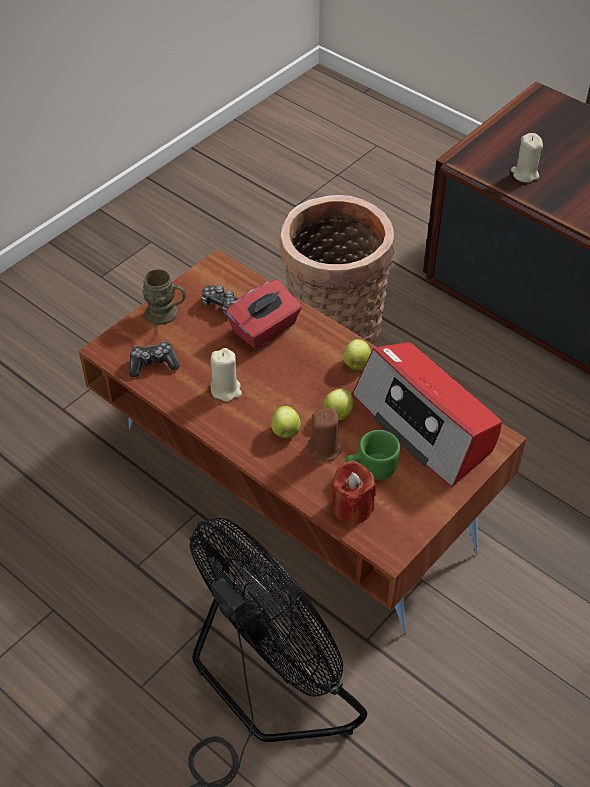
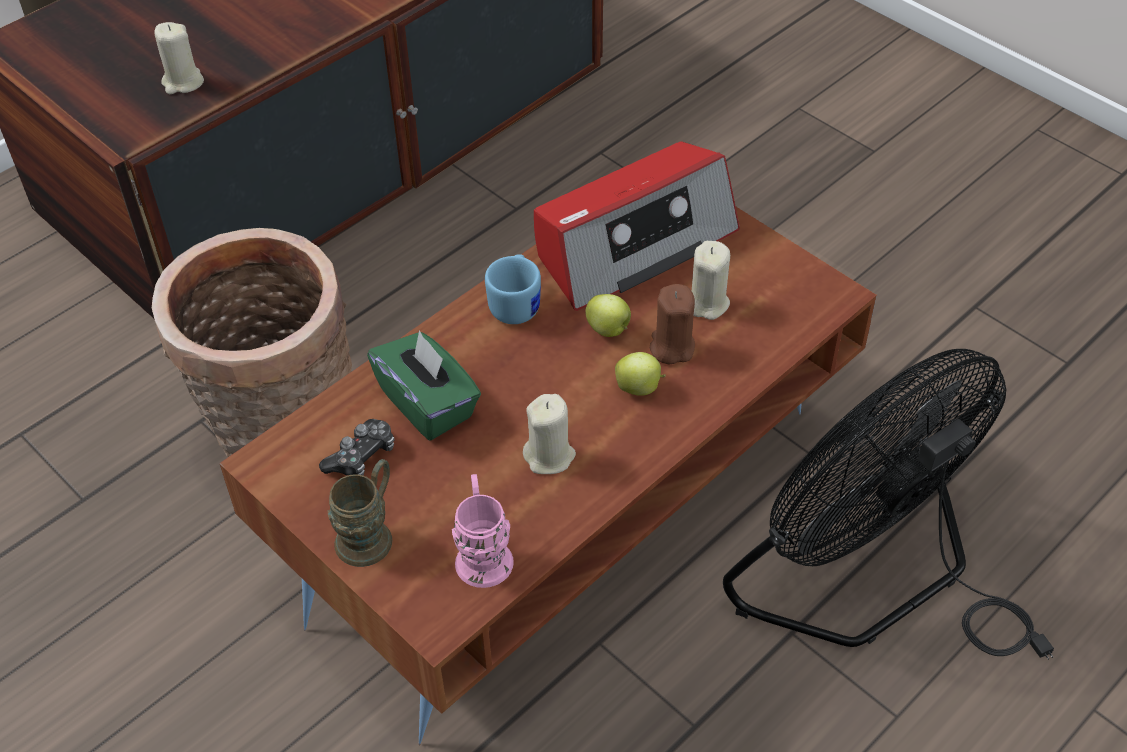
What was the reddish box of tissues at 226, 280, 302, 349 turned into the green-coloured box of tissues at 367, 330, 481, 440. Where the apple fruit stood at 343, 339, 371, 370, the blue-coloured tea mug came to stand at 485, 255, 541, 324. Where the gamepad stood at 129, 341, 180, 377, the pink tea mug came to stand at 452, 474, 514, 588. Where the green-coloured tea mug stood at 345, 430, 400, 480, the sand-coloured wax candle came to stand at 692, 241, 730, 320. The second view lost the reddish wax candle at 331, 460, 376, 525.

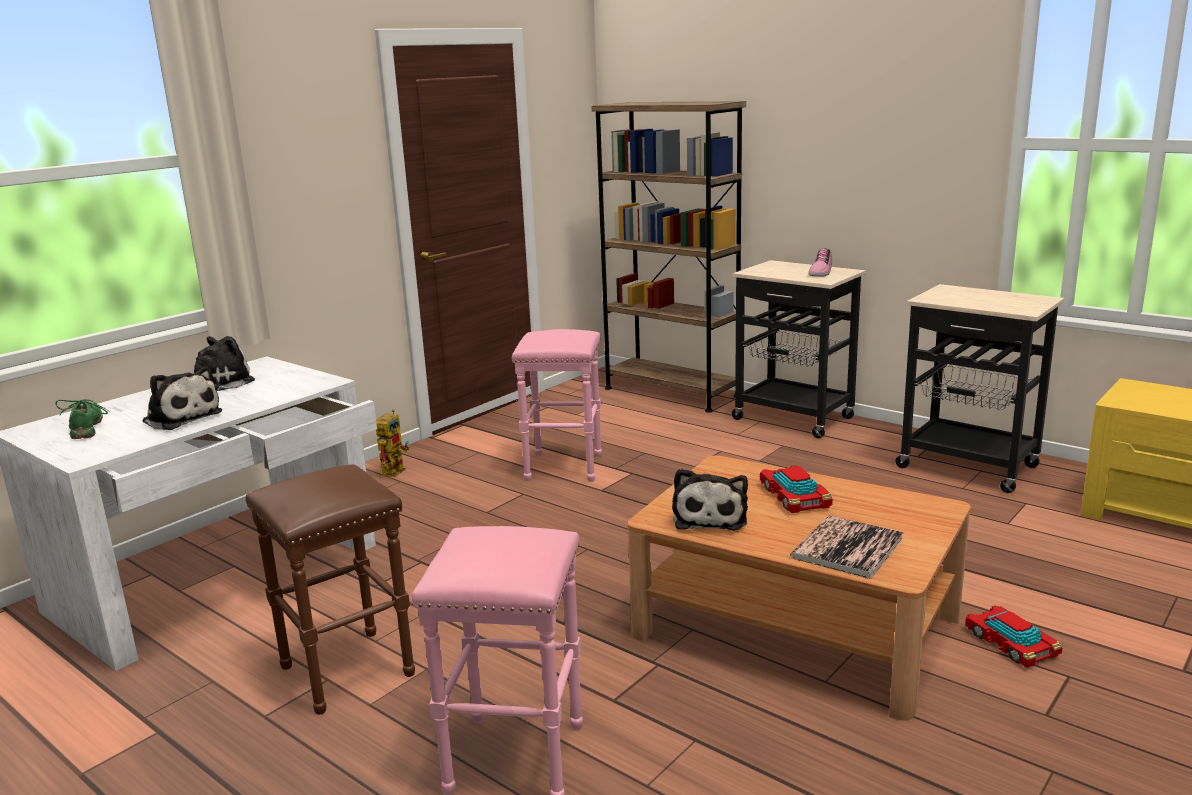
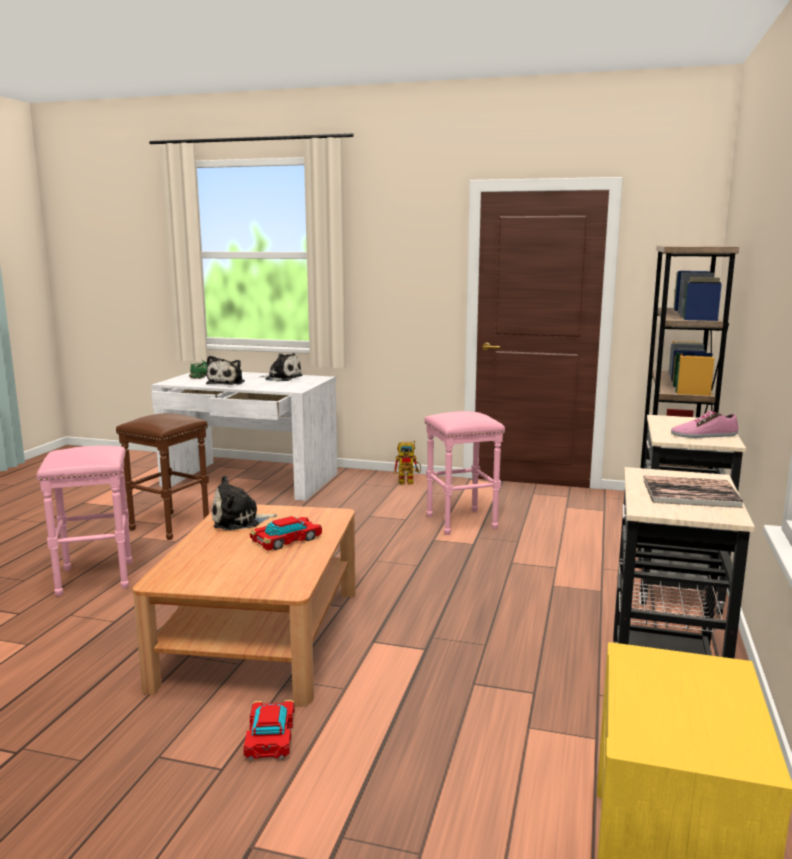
The bound book ended up elsewhere, having gone from 790, 515, 904, 579 to 643, 476, 744, 508. The model car at 965, 605, 1062, 668 ended up facing another way, 135 degrees clockwise from before.

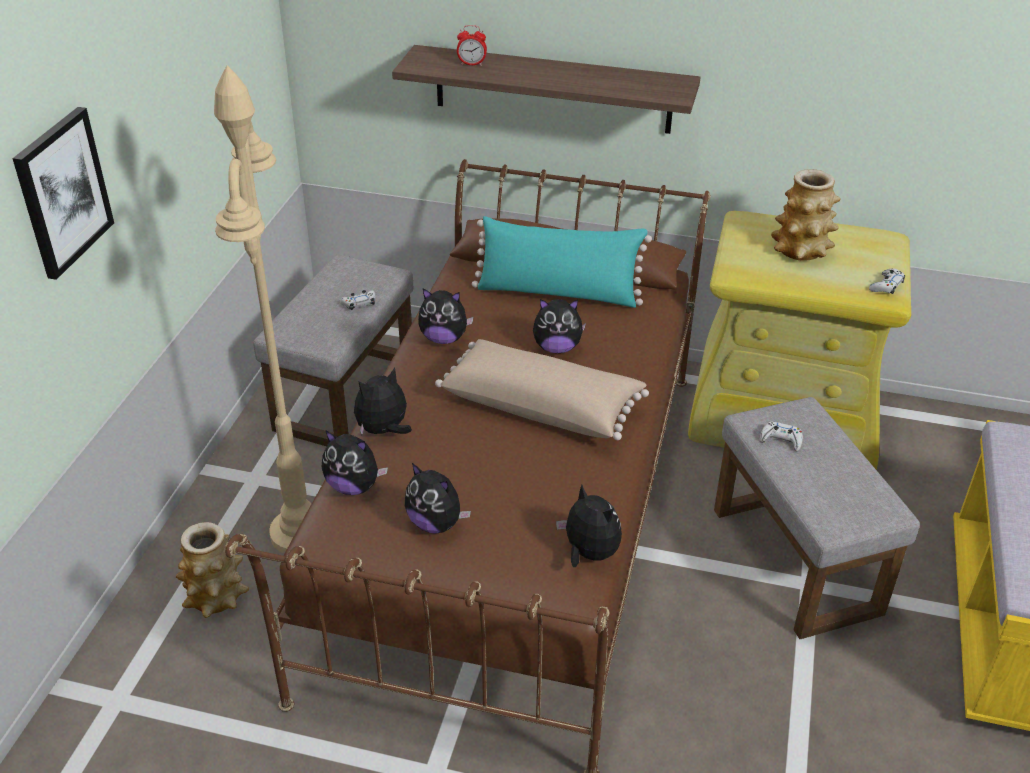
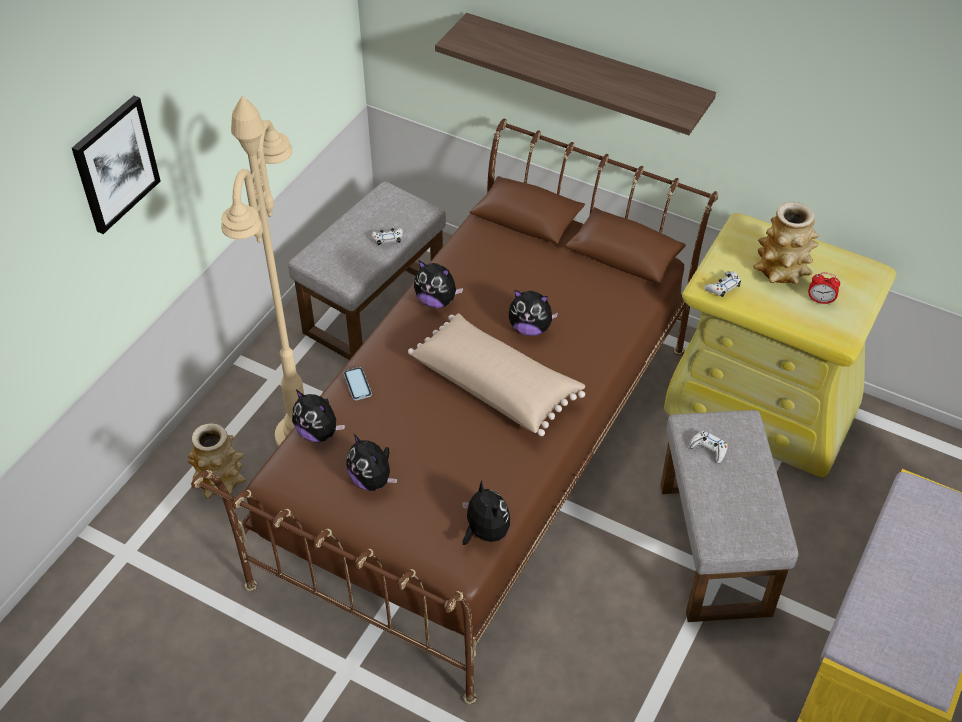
The table clock ended up elsewhere, having gone from 457, 25, 487, 66 to 808, 272, 840, 305. The second view lost the blue-green cushion at 472, 216, 652, 308. The white-coloured gamepad ended up elsewhere, having gone from 869, 268, 905, 294 to 704, 271, 741, 297. Where the plush toy stood at 354, 368, 412, 435, the telephone came to stand at 344, 367, 372, 401.

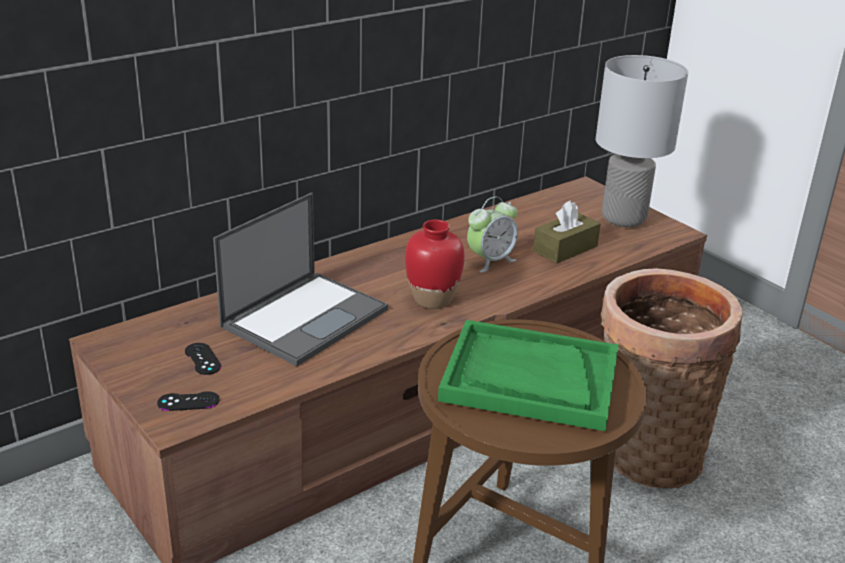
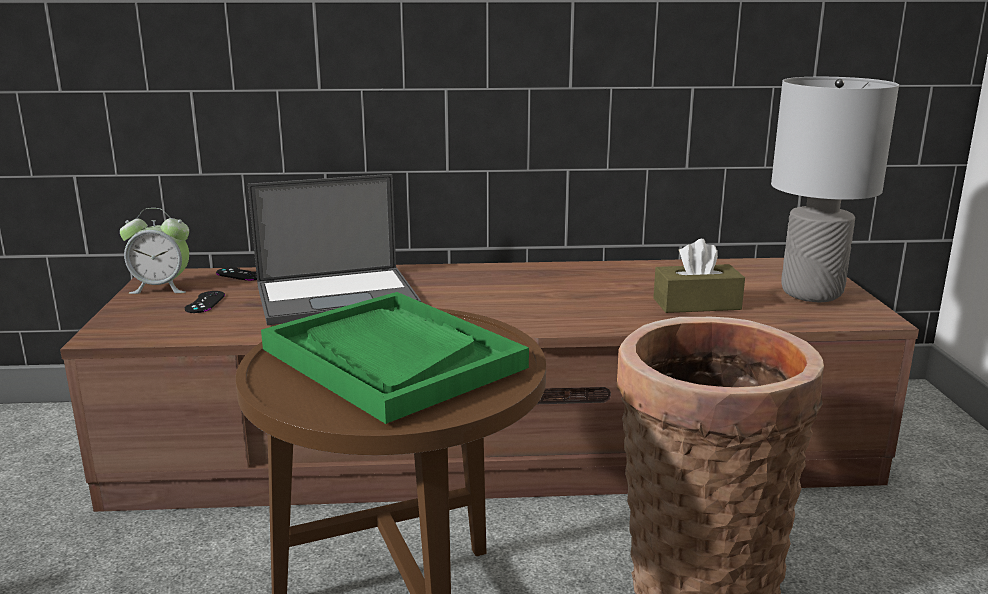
The table clock ended up elsewhere, having gone from 467, 197, 518, 272 to 120, 208, 189, 294. The second view lost the reddish decorative vase at 405, 220, 465, 309. The black gamepad ended up elsewhere, having gone from 157, 391, 220, 411 to 216, 267, 257, 281.

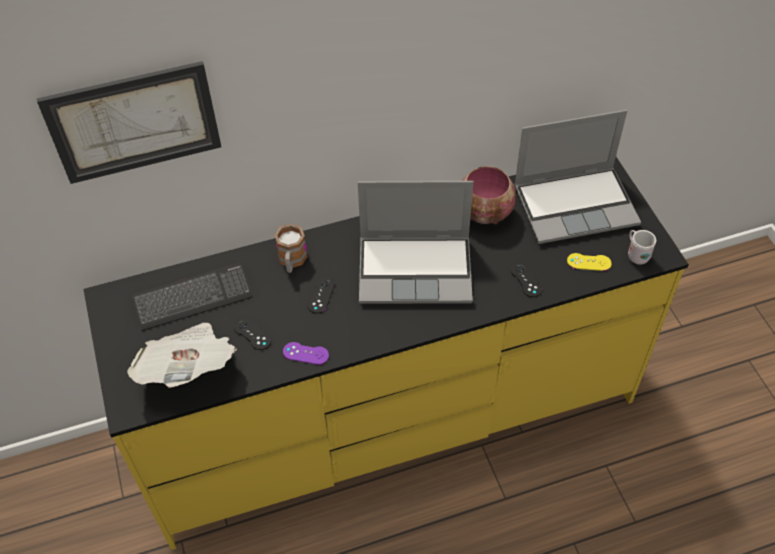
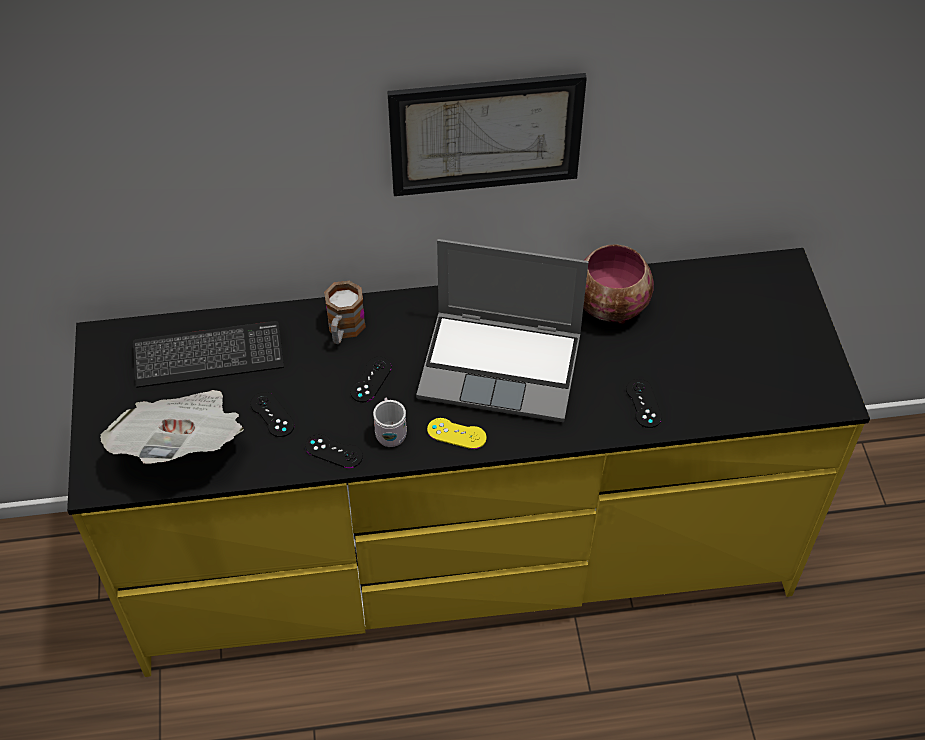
The picture ended up elsewhere, having gone from 37, 61, 221, 184 to 387, 73, 587, 196. The second view lost the laptop at 514, 110, 641, 244. The white-coloured tea mug ended up elsewhere, having gone from 628, 230, 656, 264 to 373, 397, 407, 447. The yellow gamepad ended up elsewhere, having gone from 567, 253, 612, 271 to 427, 418, 487, 449. What was the purple gamepad at 283, 342, 329, 365 turned into the black gamepad at 305, 434, 363, 468.

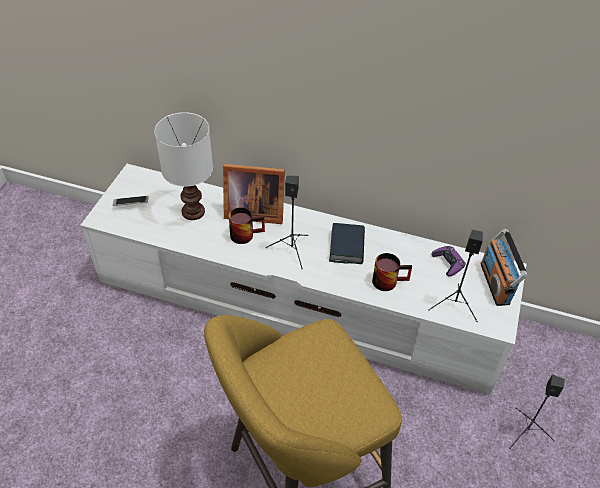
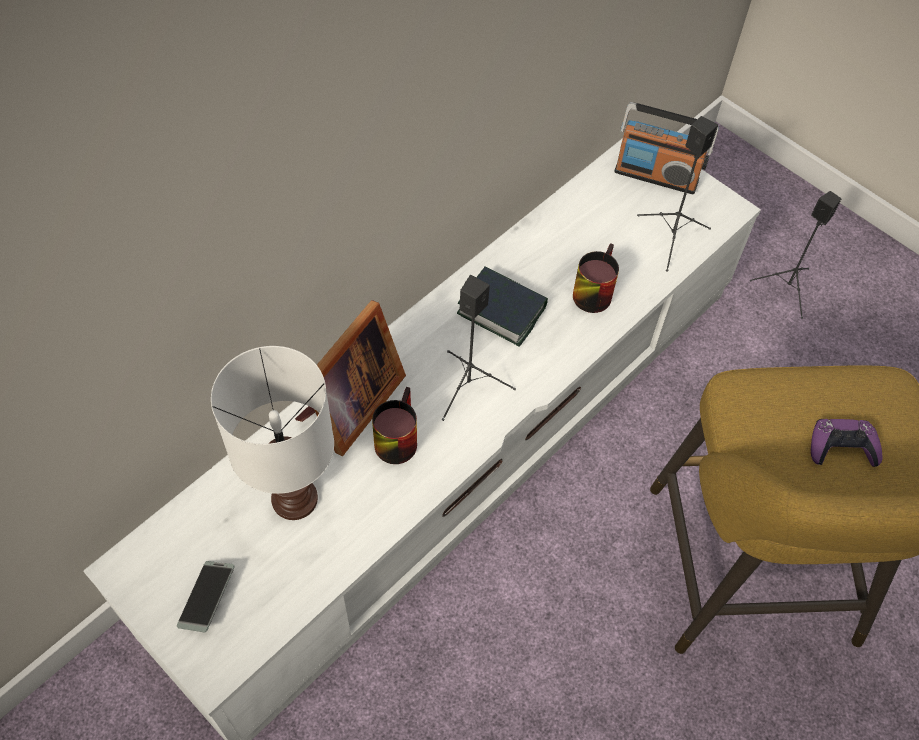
The purple gamepad ended up elsewhere, having gone from 431, 246, 466, 277 to 811, 419, 882, 467.

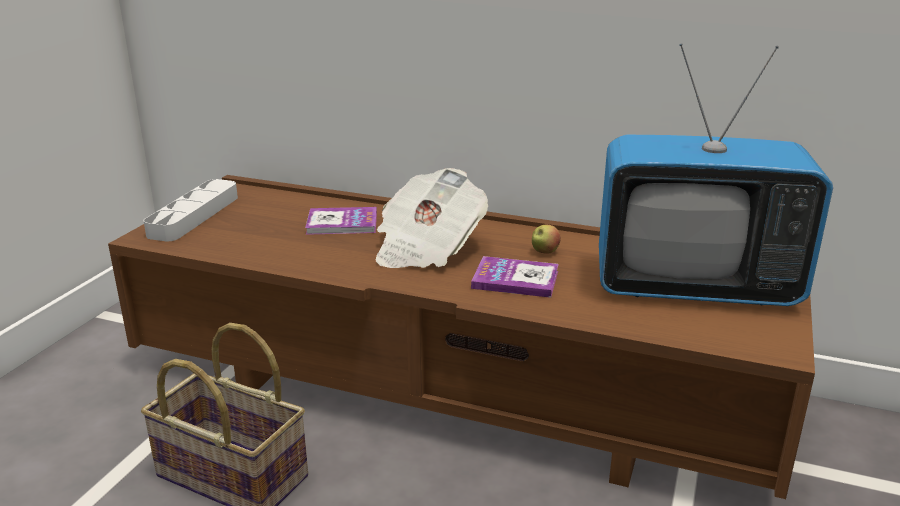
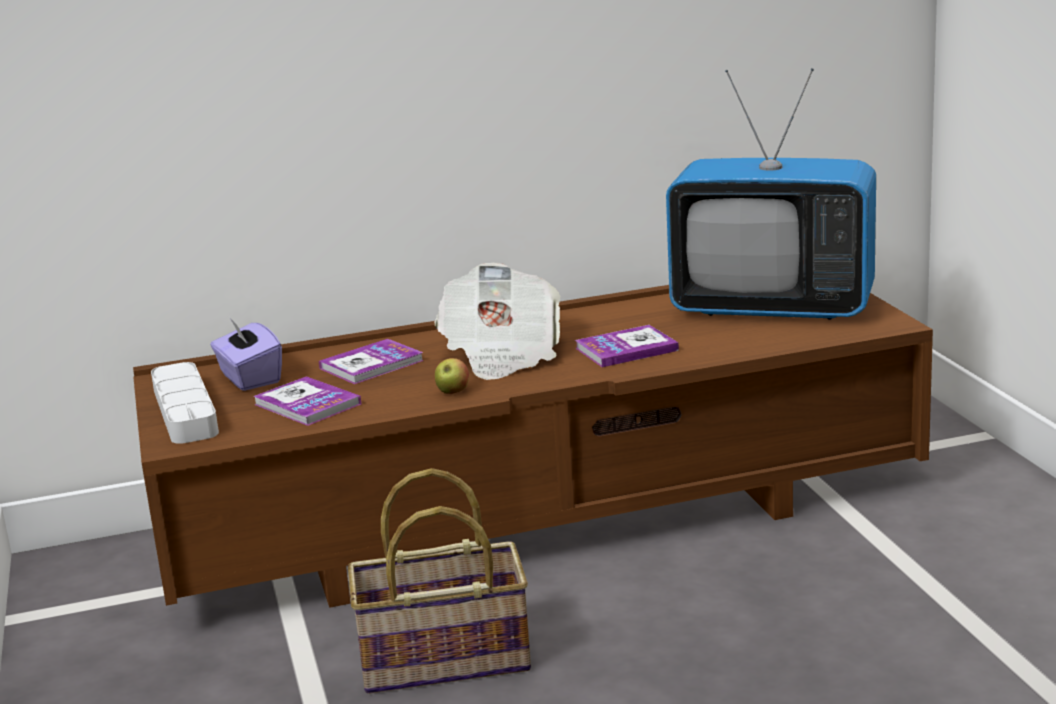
The TV set at 599, 43, 833, 306 ended up facing another way, 45 degrees clockwise from before. The apple fruit ended up elsewhere, having gone from 532, 225, 561, 254 to 434, 358, 469, 394. The second view gained the purple box of tissues at 210, 318, 282, 391. The second view gained the bound book at 254, 376, 361, 426.

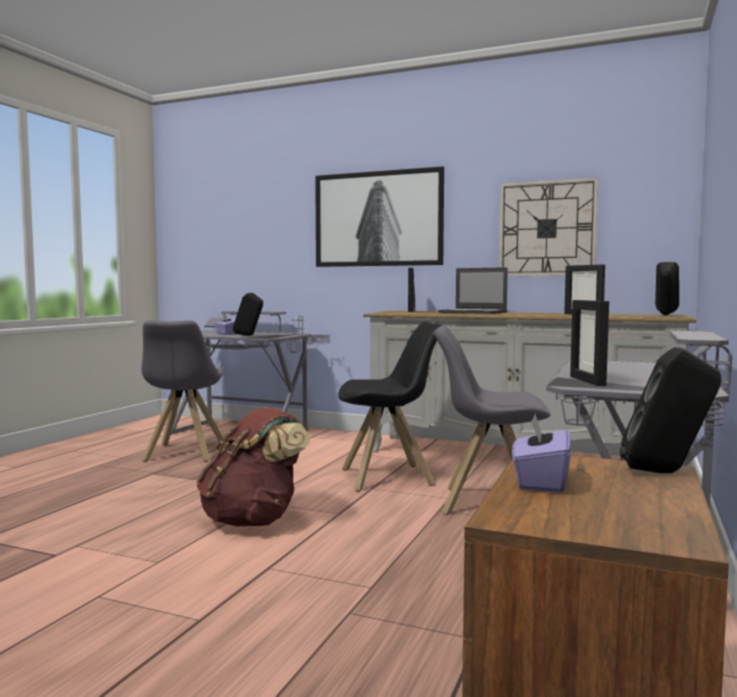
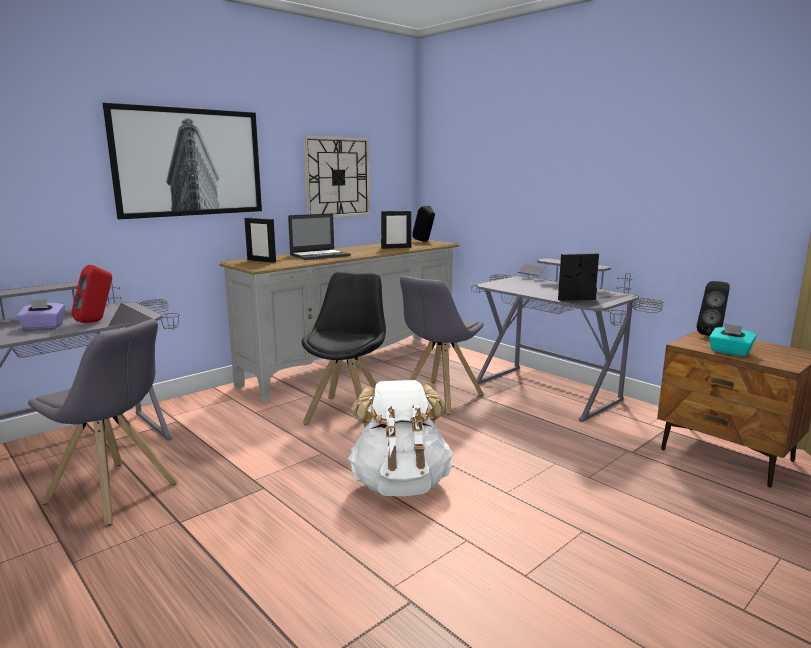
What was the black speaker at 233, 293, 263, 336 turned into the reddish speaker at 71, 265, 112, 323. The standing frame at 570, 300, 609, 386 ended up facing another way, 150 degrees clockwise from before. What was the brownish rucksack at 196, 407, 310, 526 turned into the white-coloured rucksack at 348, 380, 453, 496. What was the purple box of tissues at 512, 414, 571, 493 turned into the blue-green box of tissues at 709, 323, 757, 357.

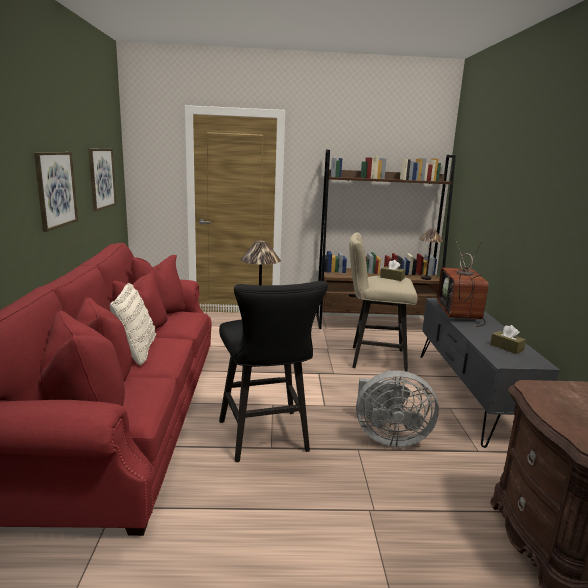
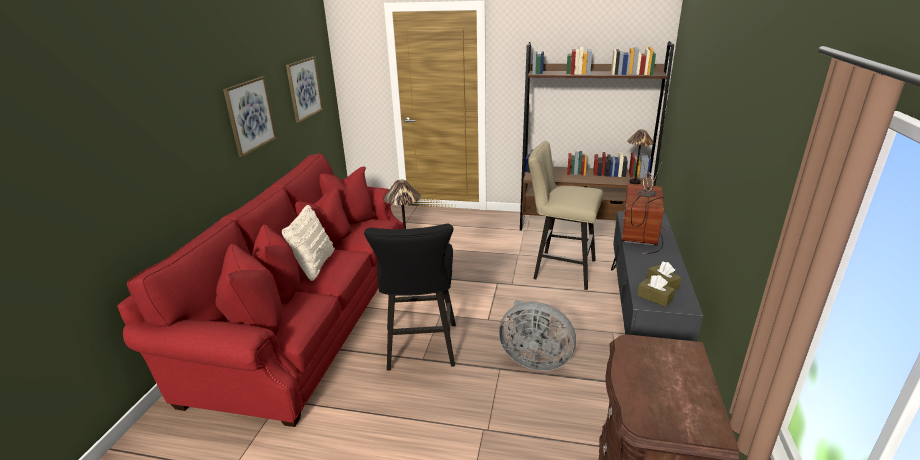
The brownish box of tissues ended up elsewhere, having gone from 380, 260, 405, 281 to 637, 275, 675, 307.

